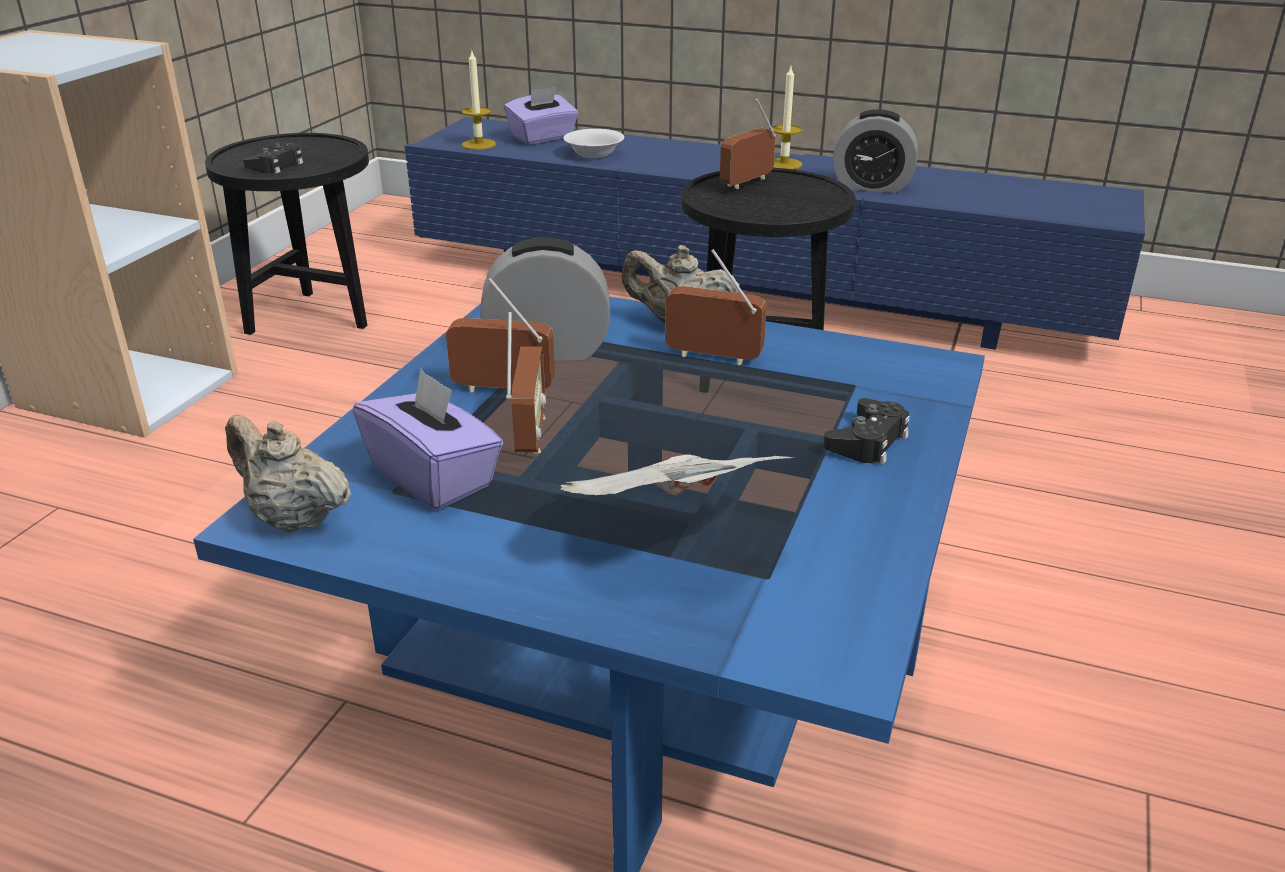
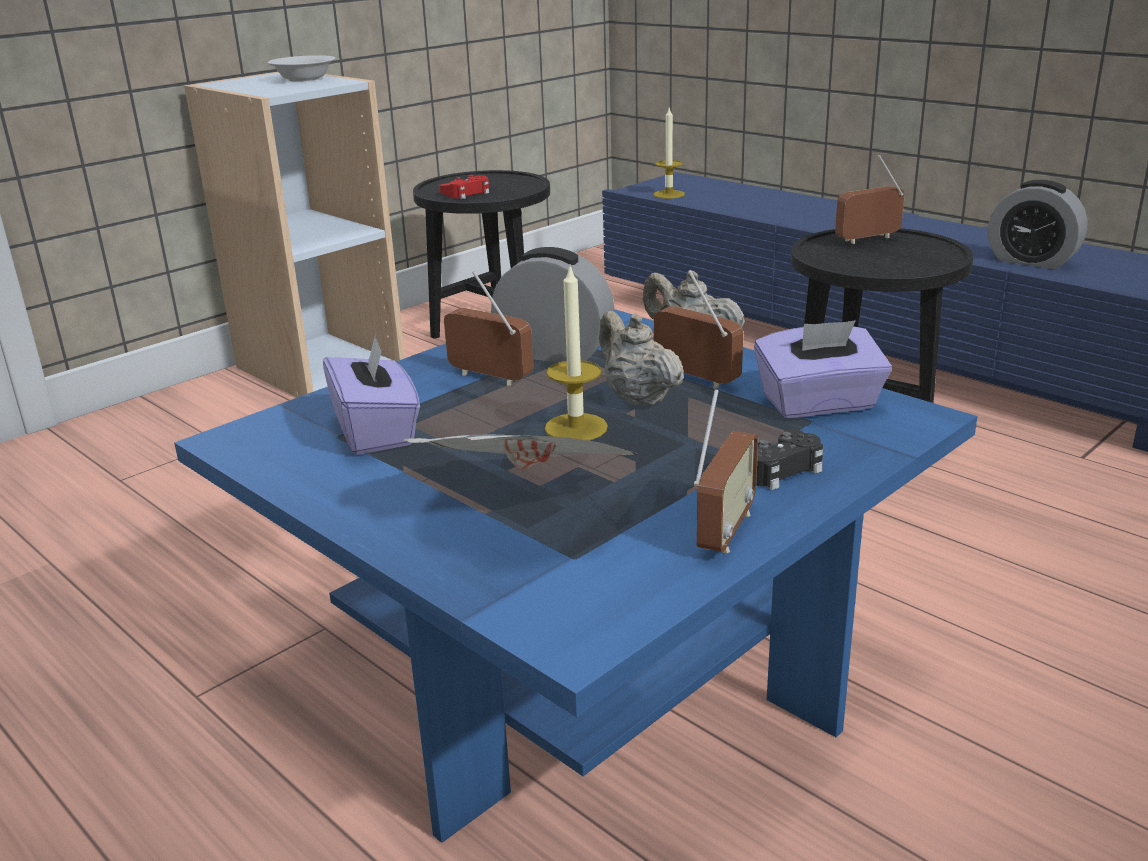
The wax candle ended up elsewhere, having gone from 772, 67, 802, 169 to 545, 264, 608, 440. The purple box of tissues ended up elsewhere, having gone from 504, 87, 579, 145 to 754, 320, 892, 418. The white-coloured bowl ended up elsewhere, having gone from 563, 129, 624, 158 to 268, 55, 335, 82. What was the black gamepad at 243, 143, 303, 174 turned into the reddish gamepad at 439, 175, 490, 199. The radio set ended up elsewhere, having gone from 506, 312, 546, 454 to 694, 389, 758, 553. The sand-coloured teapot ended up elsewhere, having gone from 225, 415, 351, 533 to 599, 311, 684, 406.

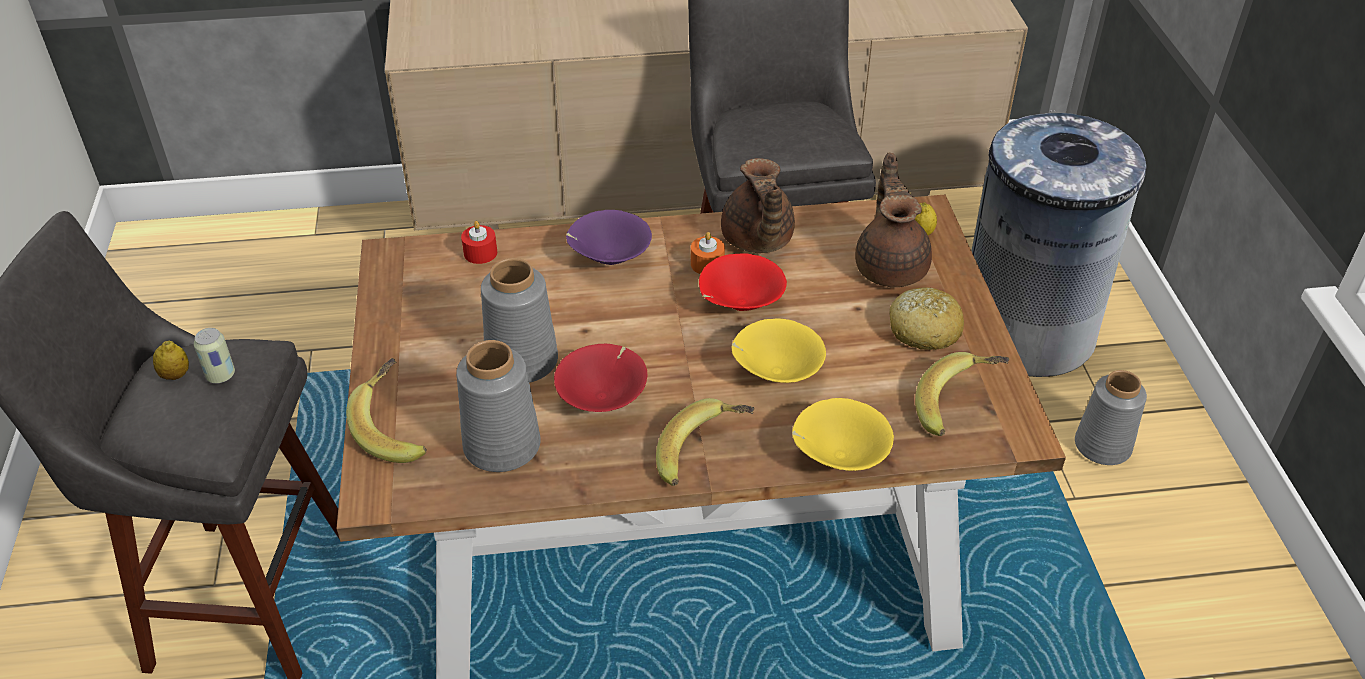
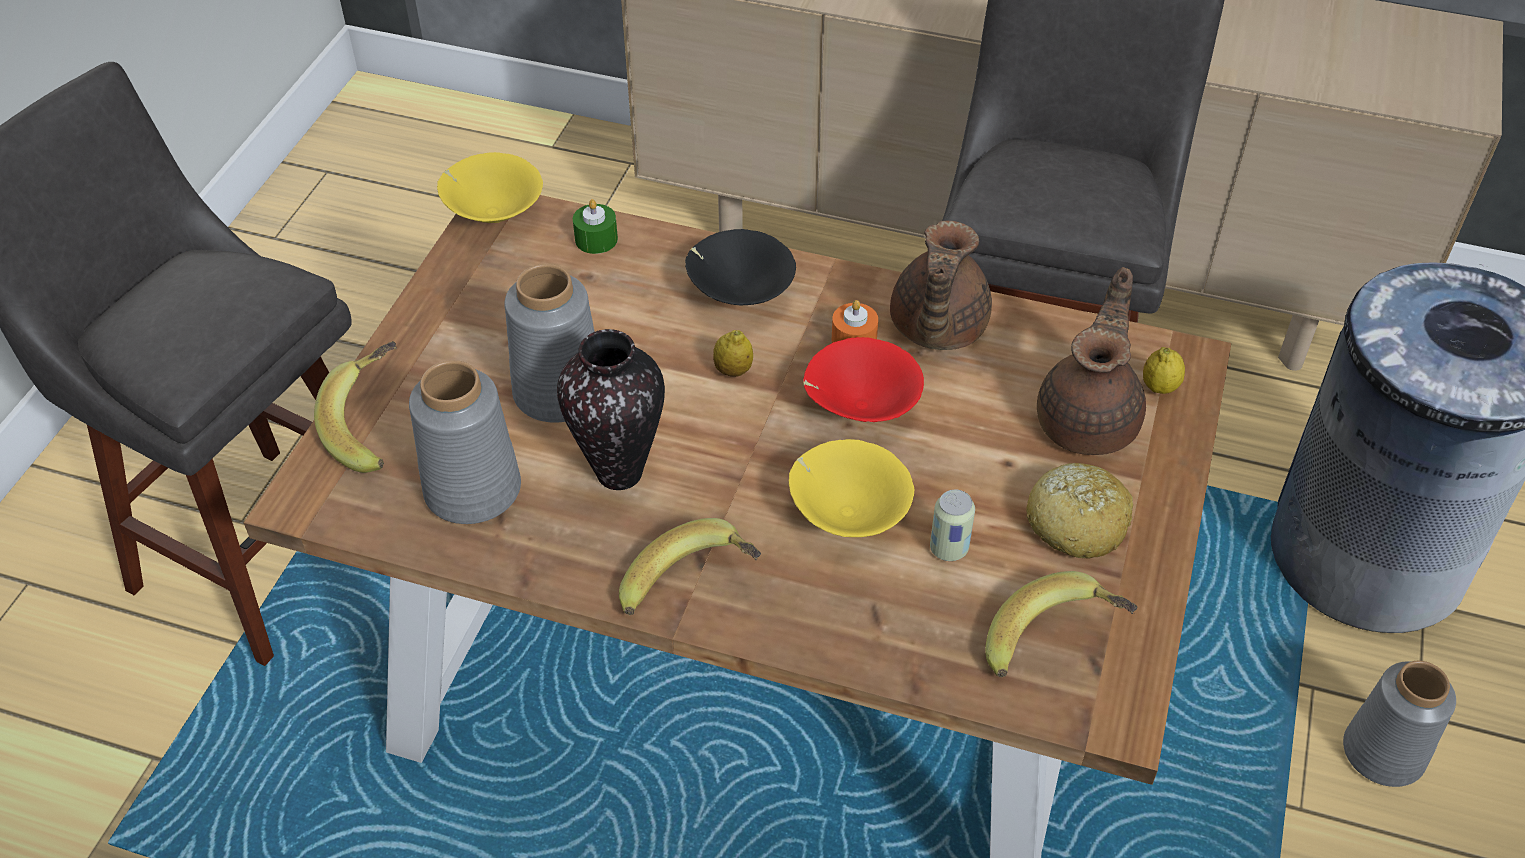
What was the purple bowl at 566, 210, 652, 265 turned into the black bowl at 685, 229, 796, 305. What was the reddish wax candle at 461, 221, 497, 264 turned into the green-coloured wax candle at 573, 199, 618, 254. The sealed can ended up elsewhere, having gone from 194, 328, 235, 384 to 930, 490, 975, 561. The citrus fruit ended up elsewhere, having gone from 153, 341, 189, 380 to 713, 330, 753, 377. Where the reddish bowl stood at 554, 344, 648, 412, the decorative vase came to stand at 557, 329, 665, 490. The yellow bowl ended up elsewhere, having gone from 792, 398, 894, 471 to 437, 152, 543, 223.

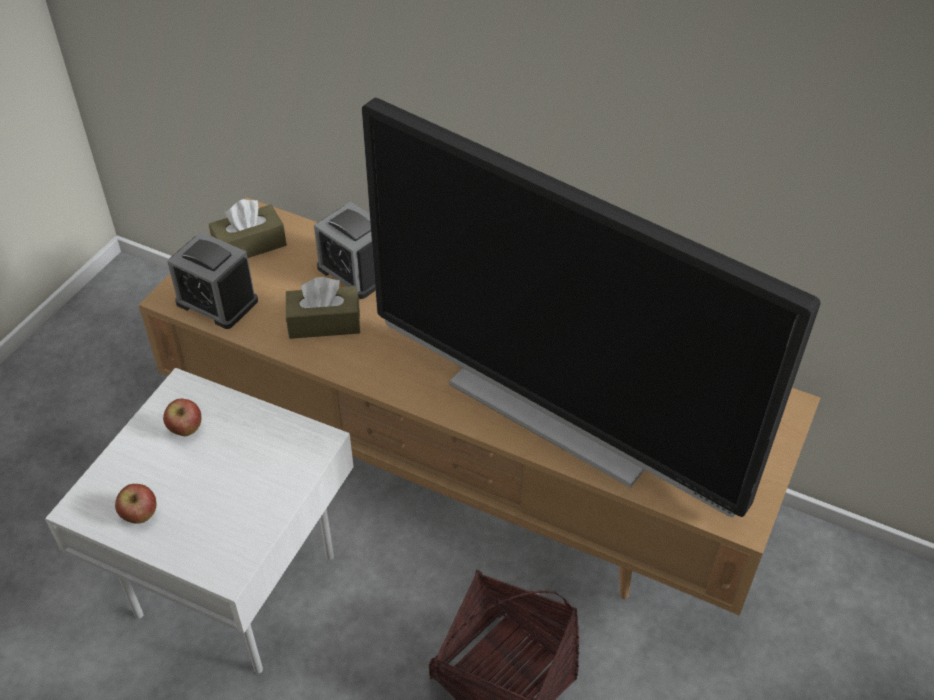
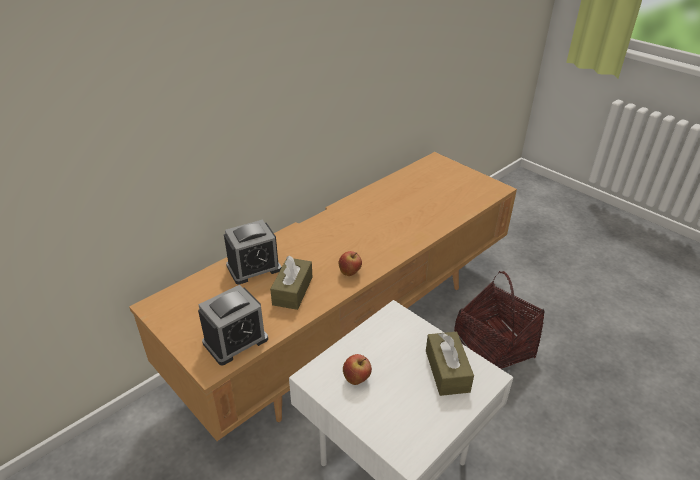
The second view lost the TV set at 362, 98, 821, 517. The brownish box of tissues ended up elsewhere, having gone from 209, 199, 287, 258 to 426, 332, 474, 396. The apple fruit ended up elsewhere, having gone from 115, 484, 156, 524 to 339, 251, 362, 276.

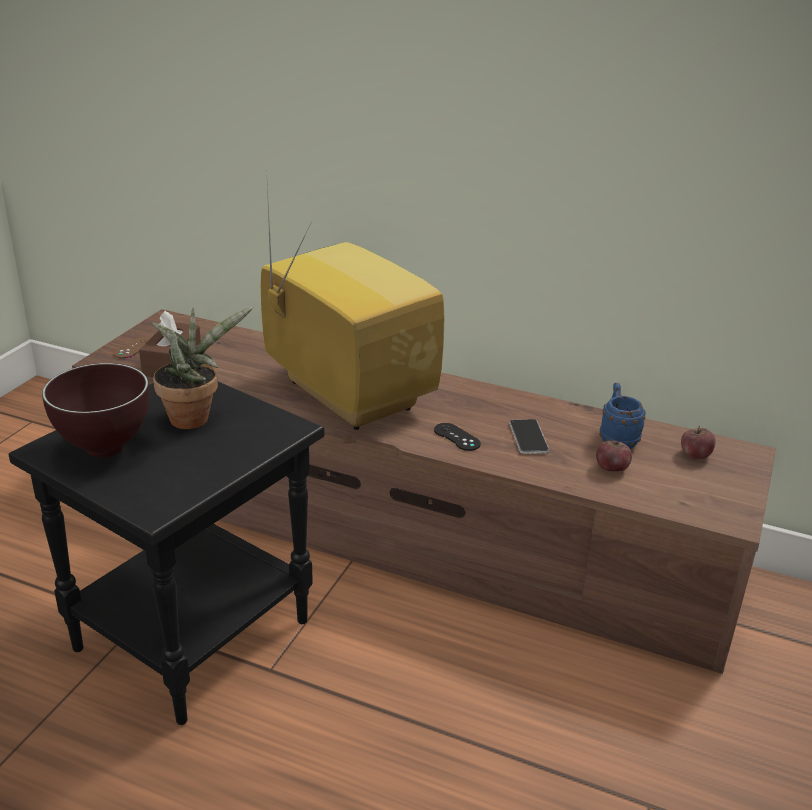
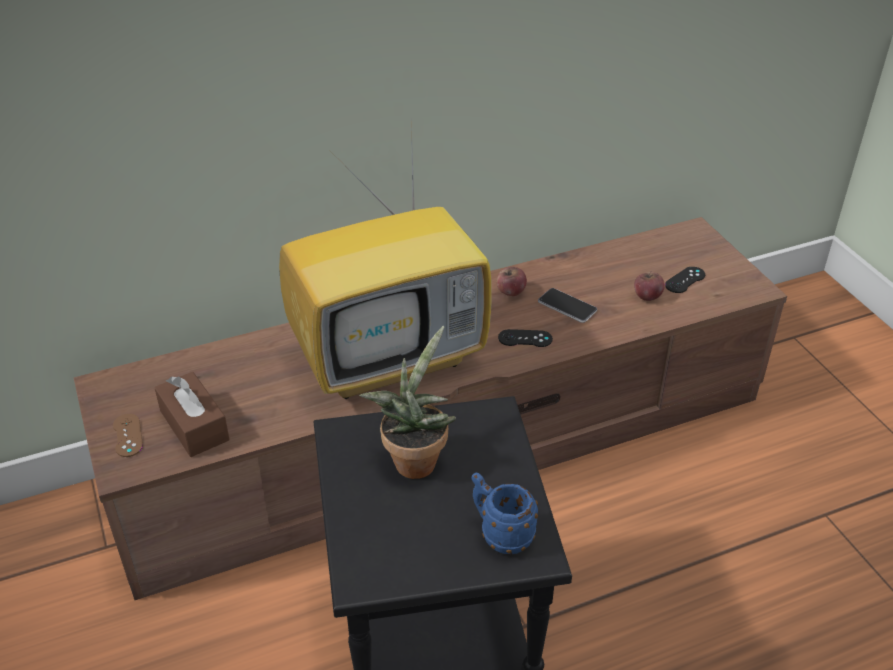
The TV set at 261, 186, 444, 430 ended up facing another way, 150 degrees clockwise from before. The second view lost the brownish bowl at 42, 363, 149, 458. The blue-coloured tea mug ended up elsewhere, having gone from 599, 383, 646, 449 to 472, 472, 538, 554. The apple fruit ended up elsewhere, having gone from 681, 426, 715, 459 to 497, 267, 527, 296. The second view gained the black gamepad at 665, 267, 705, 293.

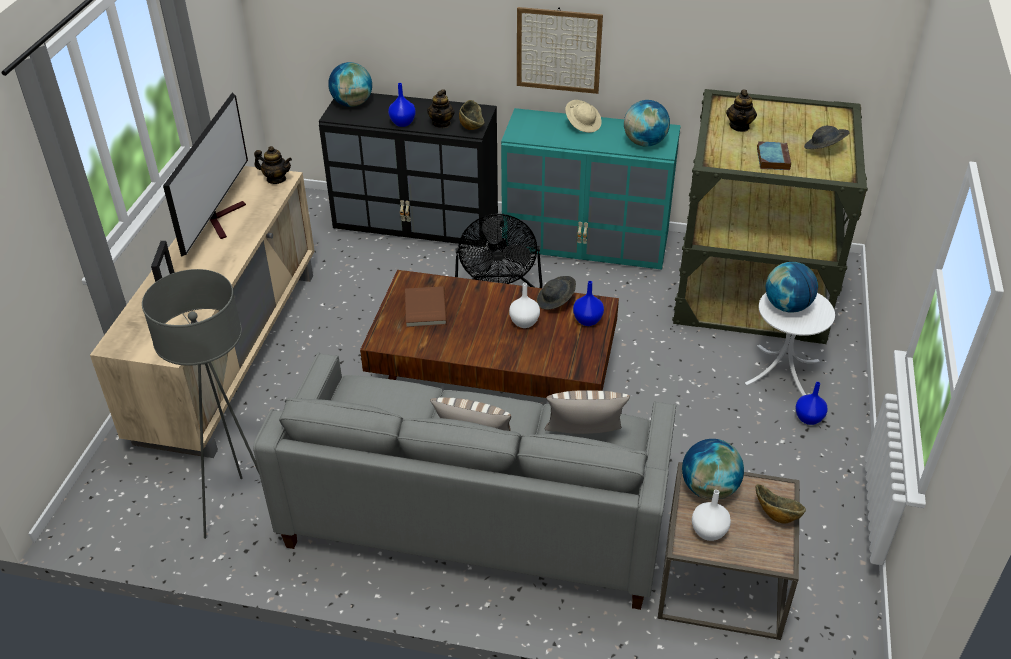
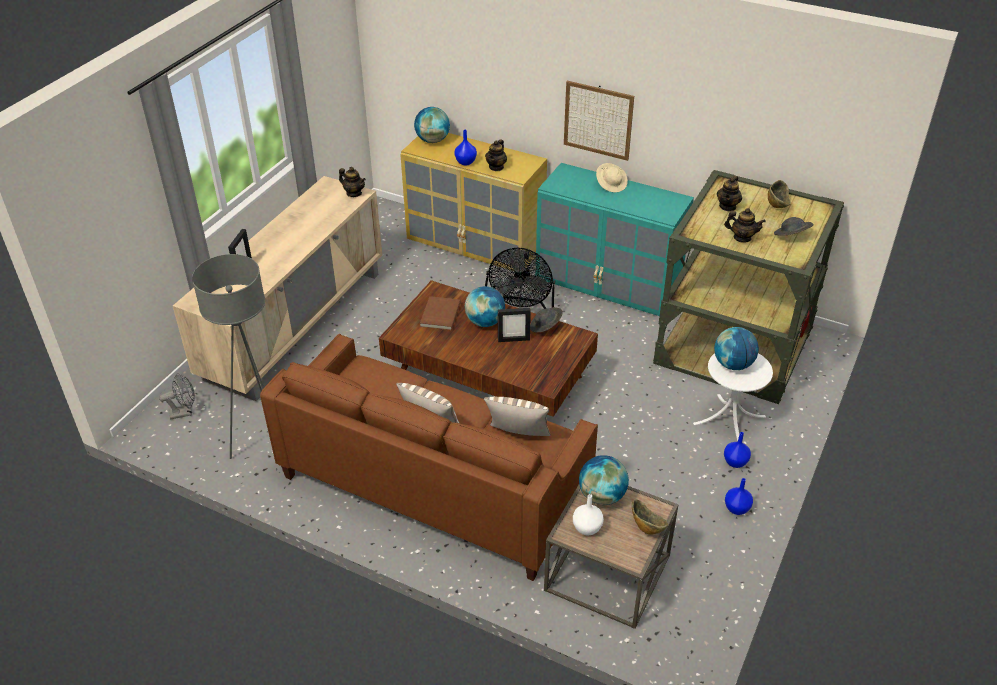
The second view lost the TV set at 163, 93, 248, 257. What was the black storage cabinet at 319, 93, 498, 247 turned into the yellow storage cabinet at 400, 133, 547, 271. The bowl ended up elsewhere, having gone from 459, 100, 484, 130 to 768, 180, 791, 208. The globe ended up elsewhere, having gone from 624, 100, 670, 147 to 465, 286, 505, 327. Where the bound book stood at 757, 141, 791, 170, the teapot came to stand at 724, 208, 766, 243. The blue-coloured decorative vase ended up elsewhere, having gone from 573, 281, 604, 326 to 725, 478, 753, 515. Where the white-coloured decorative vase stood at 509, 283, 540, 328, the standing frame came to stand at 498, 308, 531, 342. What was the grey sofa at 253, 353, 676, 610 turned into the brownish sofa at 260, 334, 598, 581. The second view gained the grey electric fan at 159, 373, 195, 420.

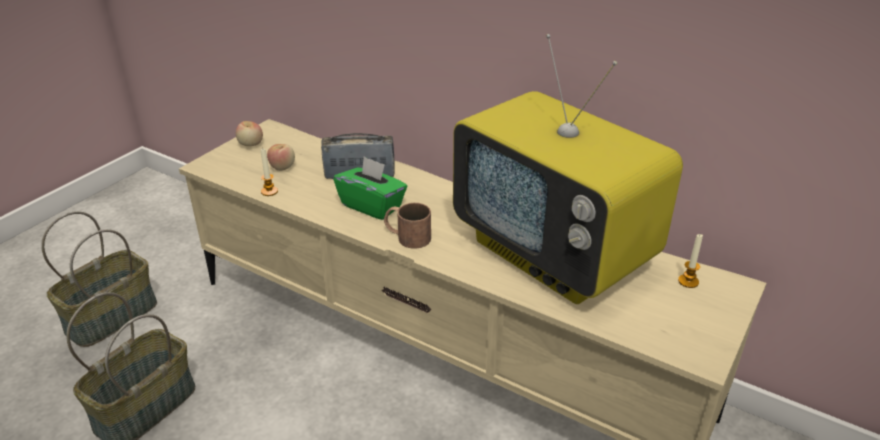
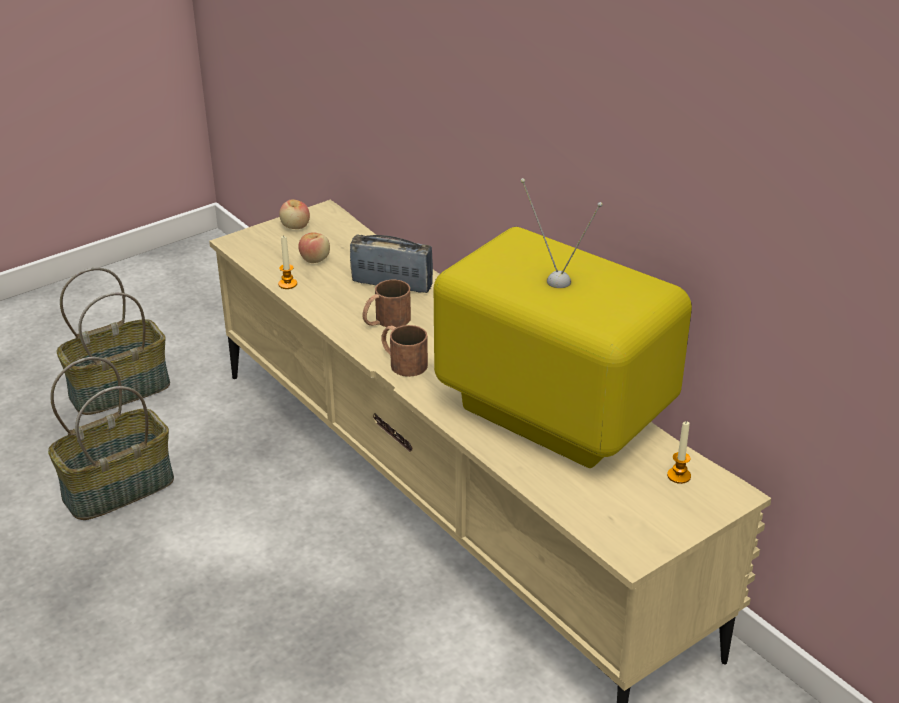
The TV set at 453, 34, 683, 304 ended up facing another way, 150 degrees clockwise from before. Where the green-coloured box of tissues stood at 333, 156, 407, 220, the brownish tea mug came to stand at 362, 280, 411, 328.

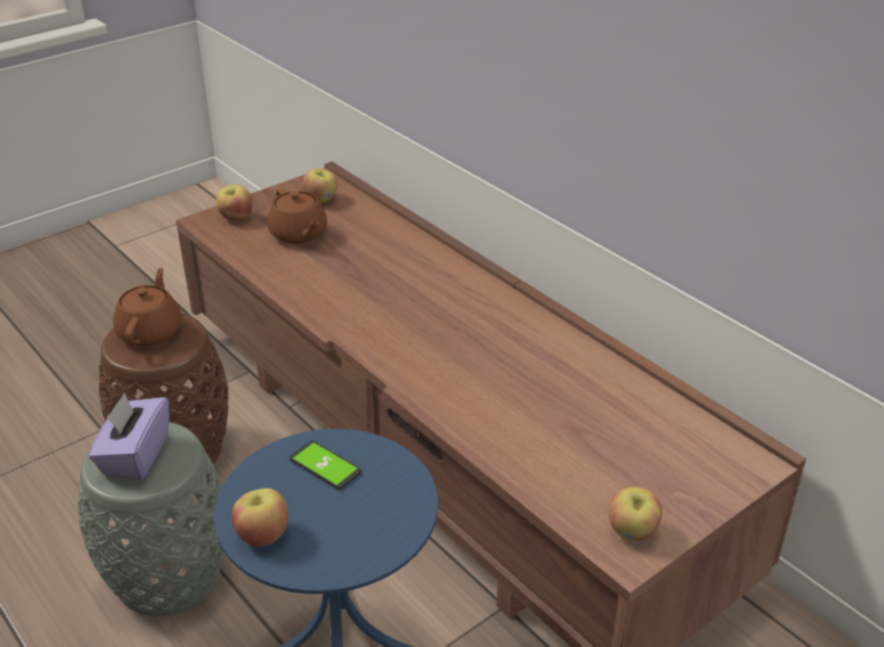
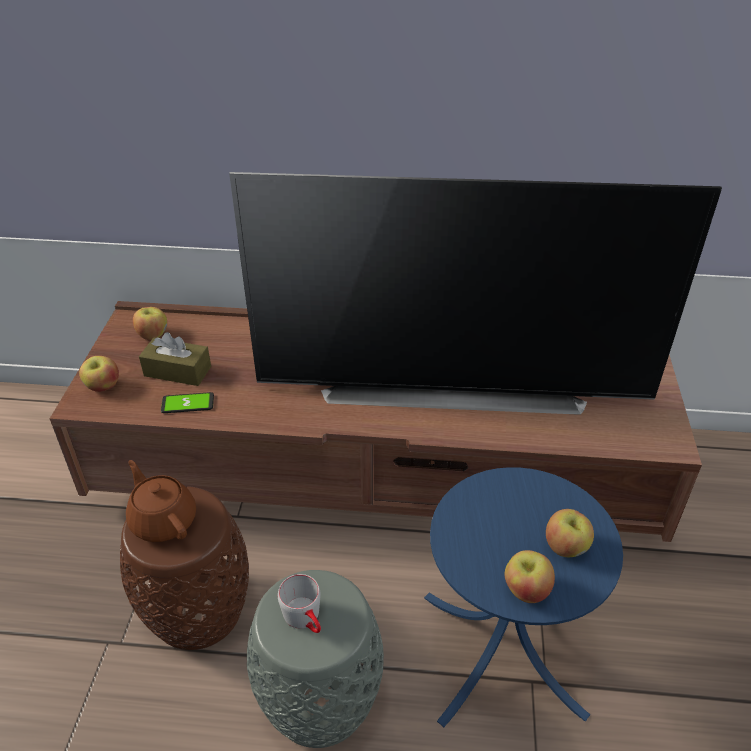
Where the brownish teapot stood at 267, 189, 327, 244, the brownish box of tissues came to stand at 139, 332, 211, 386. Where the purple box of tissues stood at 89, 393, 169, 480, the grey tea mug came to stand at 278, 574, 321, 633. The telephone ended up elsewhere, having gone from 289, 441, 362, 490 to 161, 392, 214, 413. The apple fruit ended up elsewhere, having gone from 609, 487, 662, 541 to 546, 509, 594, 557. The second view gained the TV set at 229, 172, 722, 415.

